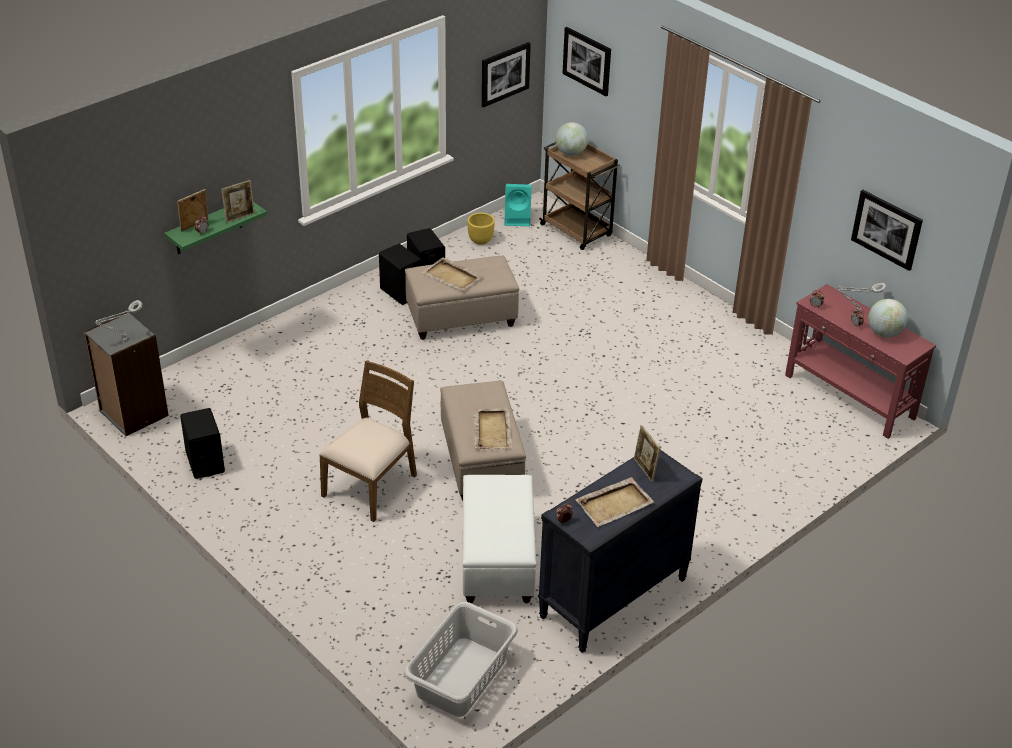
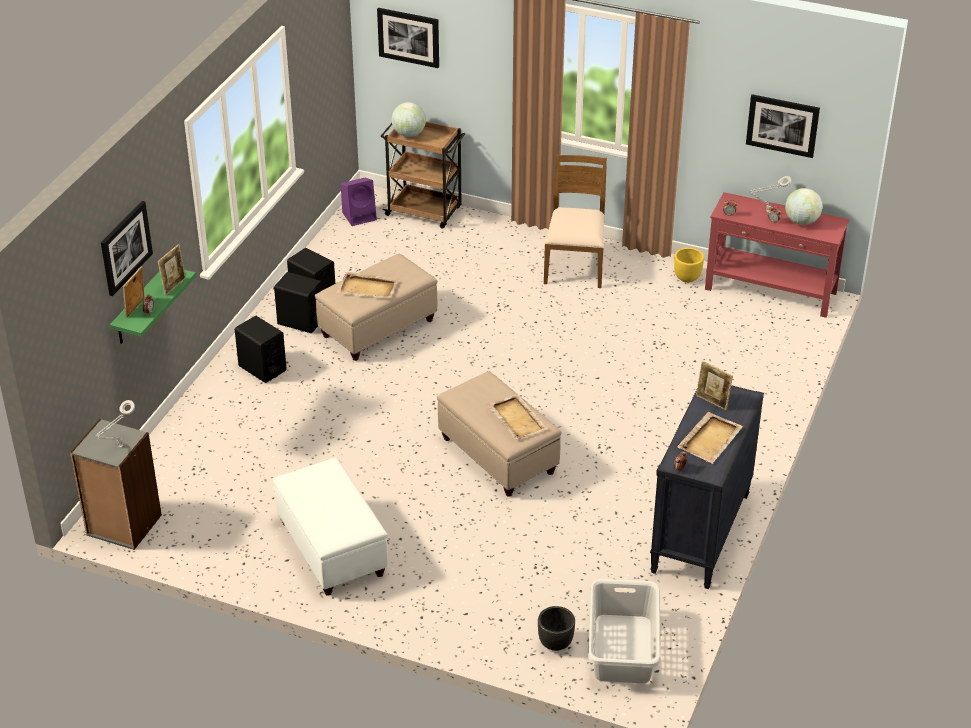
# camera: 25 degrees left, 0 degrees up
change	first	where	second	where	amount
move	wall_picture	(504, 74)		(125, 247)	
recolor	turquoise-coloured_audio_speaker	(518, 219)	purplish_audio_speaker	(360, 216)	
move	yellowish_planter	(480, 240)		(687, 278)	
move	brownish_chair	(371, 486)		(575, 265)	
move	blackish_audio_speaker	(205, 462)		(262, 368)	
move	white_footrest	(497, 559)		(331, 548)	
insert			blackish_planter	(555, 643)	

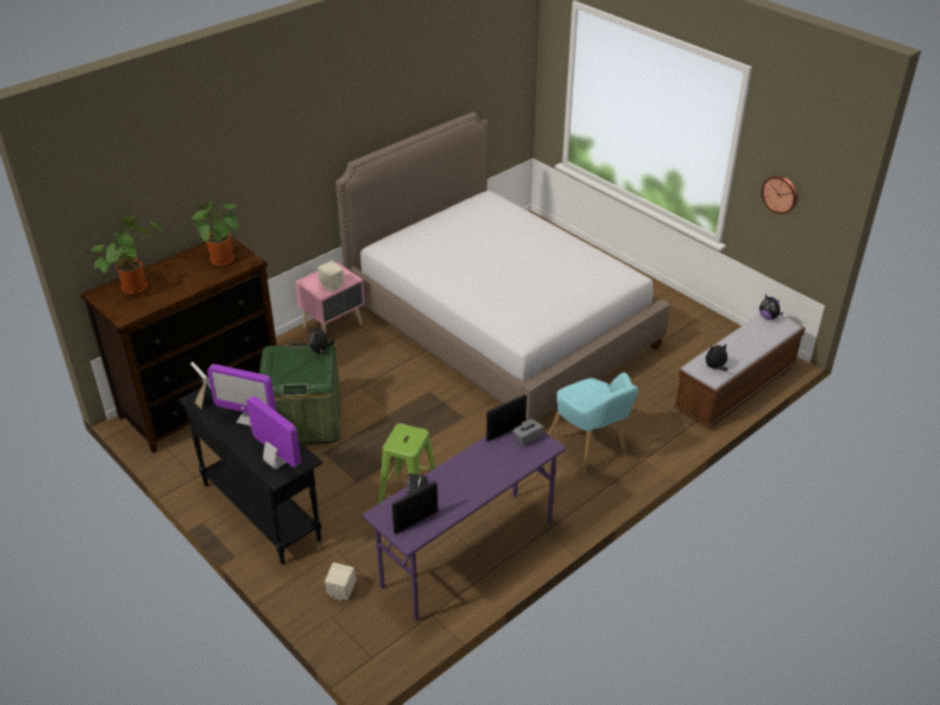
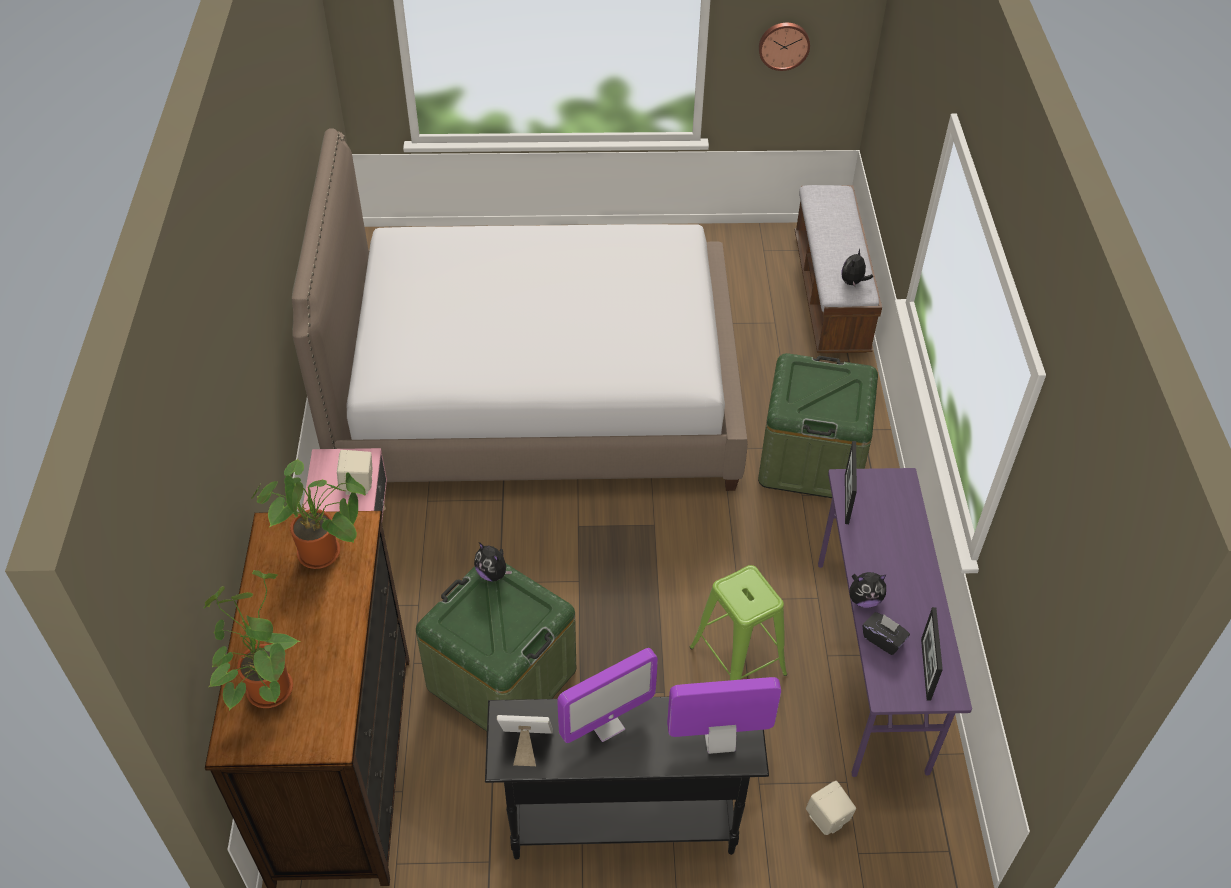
# camera: 50 degrees left, 10 degrees up
change	first	where	second	where	amount
move	soft_toy	(768, 317)		(864, 599)	
replace	turquoise-coloured_easy_chair	(591, 450)	greenish_storage_box	(811, 459)	
delete	grey_tissue_holder	(527, 438)			

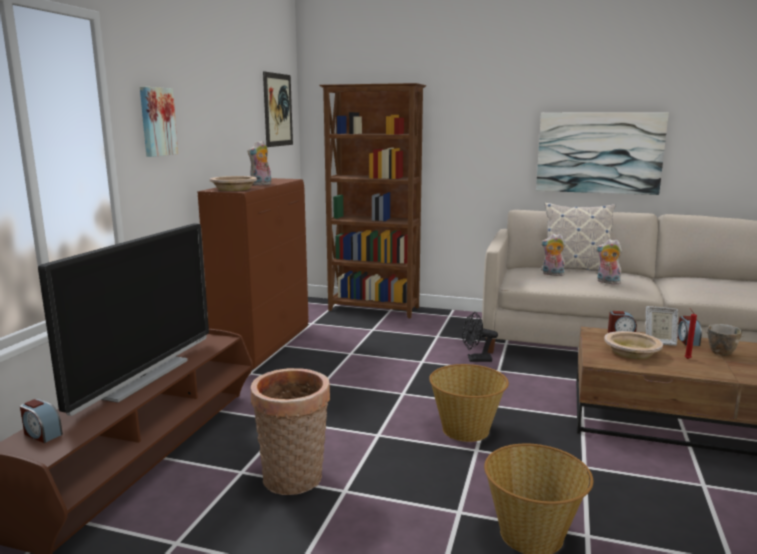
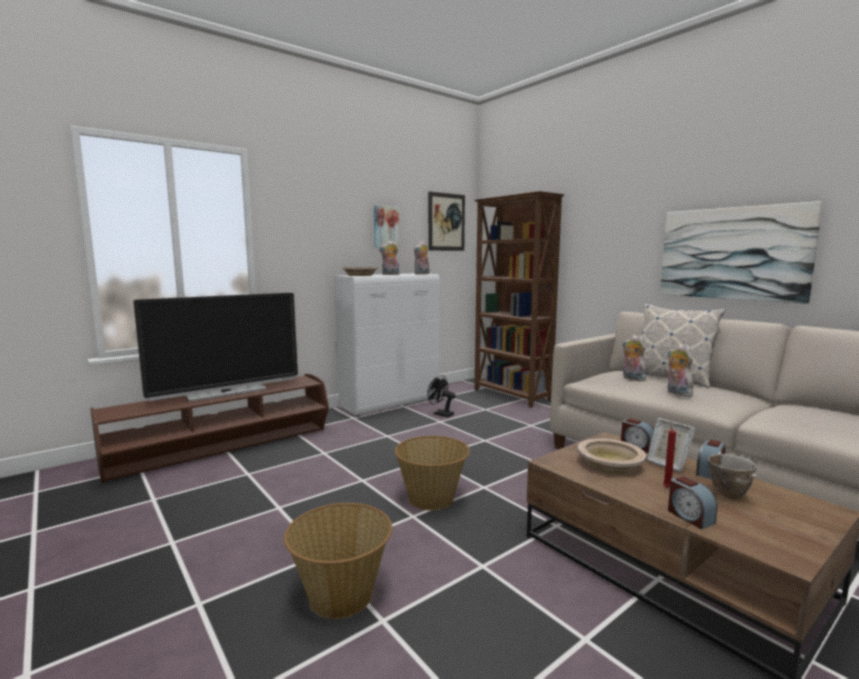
# camera: 35 degrees right, 5 degrees down
change	first	where	second	where	amount
move	wall_picture	(157, 121)		(385, 227)	
recolor	brownish_storage_cabinet	(264, 345)	white_storage_cabinet	(391, 403)	
move	blackish_electric_fan	(475, 359)		(440, 414)	
delete	household_basket	(294, 481)			
move	table_clock	(42, 434)		(689, 516)	
insert			soft_toy	(422, 274)	

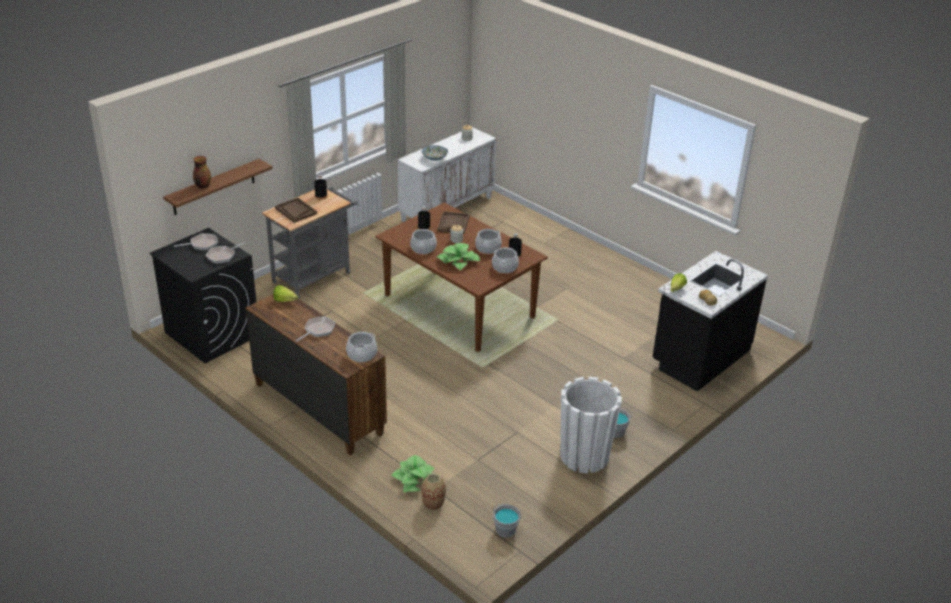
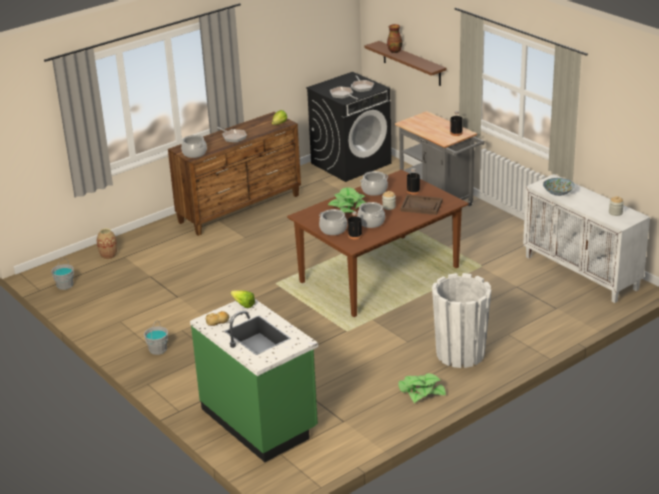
# camera: 100 degrees right, 5 degrees down
change	first	where	second	where	amount
delete	brownish_tray	(296, 211)			
recolor	blackish_kitchen_counter	(700, 357)	greenish_kitchen_counter	(260, 420)	
move	white_planter	(584, 456)		(460, 354)	
move	potted_plant	(414, 479)		(421, 391)	

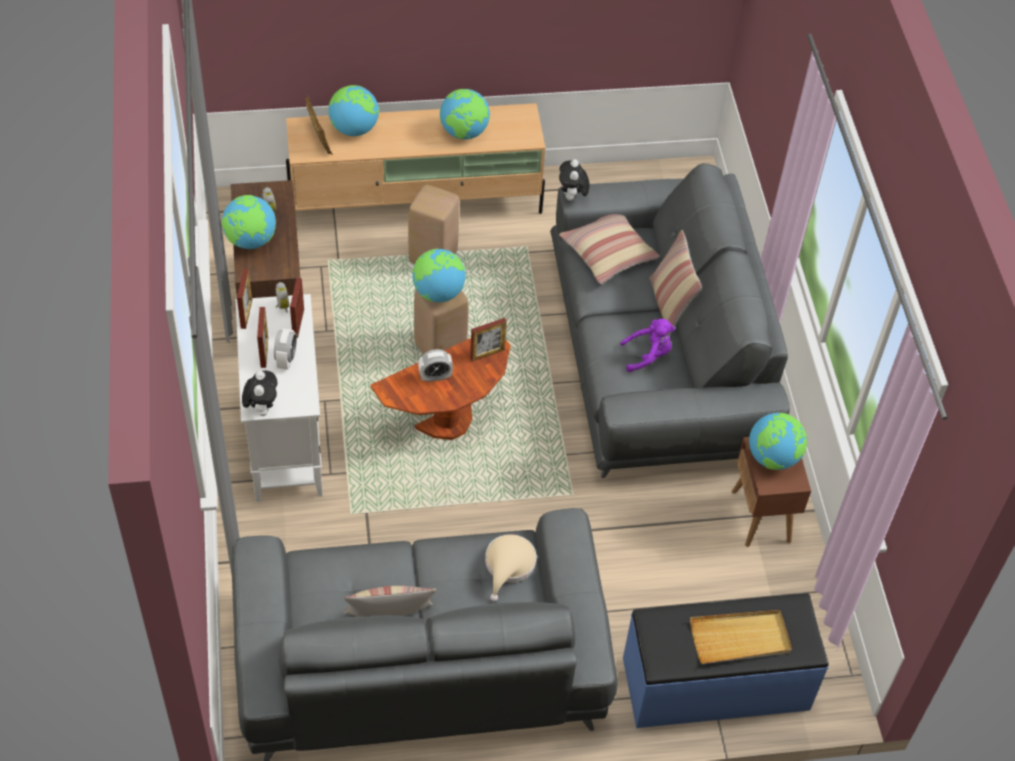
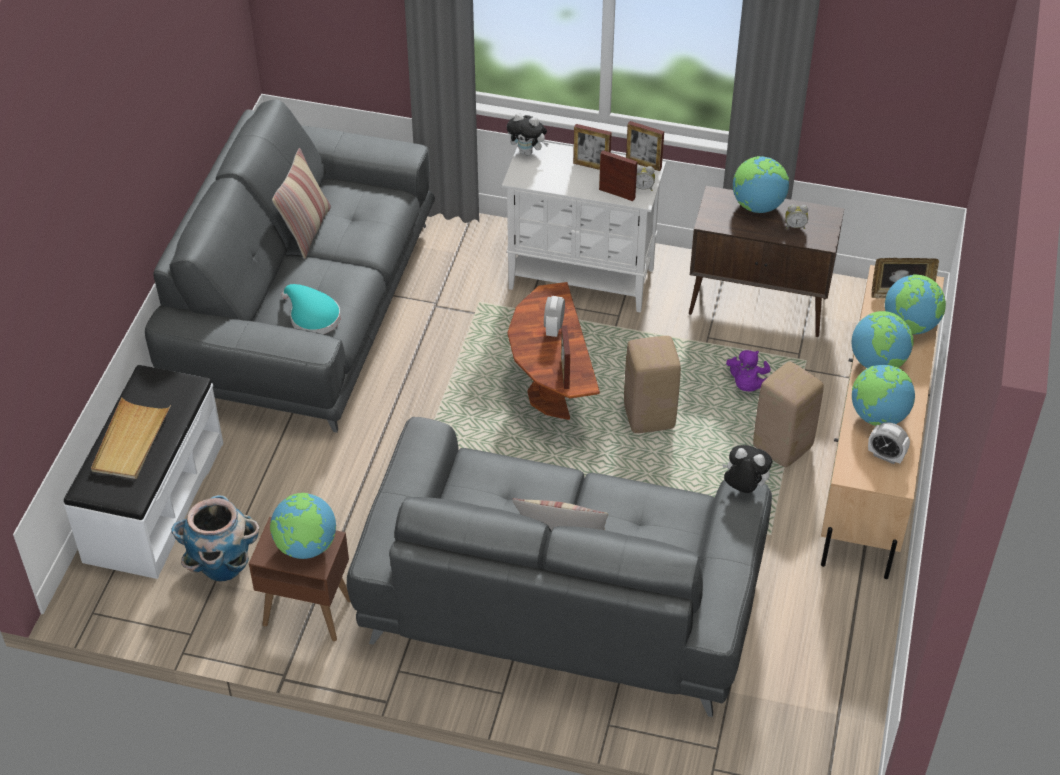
# camera: 115 degrees right, 5 degrees down
change	first	where	second	where	amount
delete	cushion	(608, 253)			
move	world_globe	(438, 293)		(878, 362)	
move	purplish_soft_toy	(648, 355)		(747, 384)	
move	table_clock	(286, 359)		(885, 456)	
recolor	sand-coloured_wearable_hat	(509, 566)	turquoise-coloured_wearable_hat	(312, 317)	
recolor	blue_indoor_bench	(716, 685)	white_indoor_bench	(153, 501)	
insert			planter	(222, 566)	

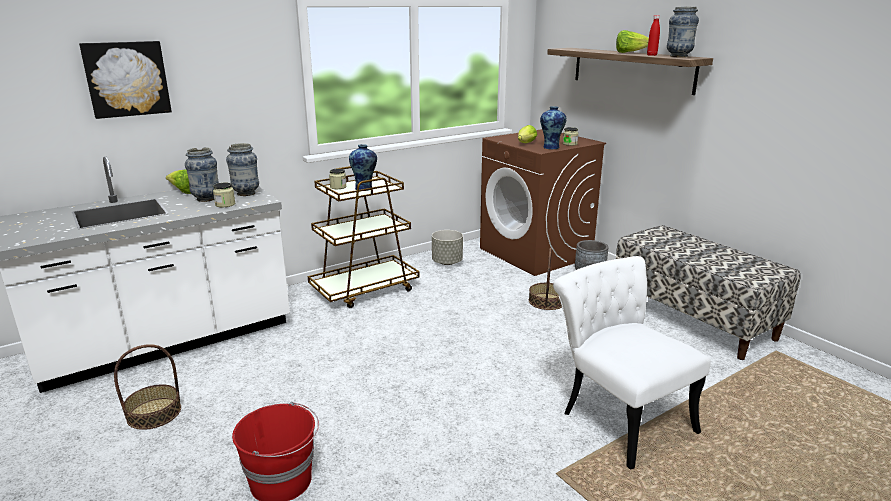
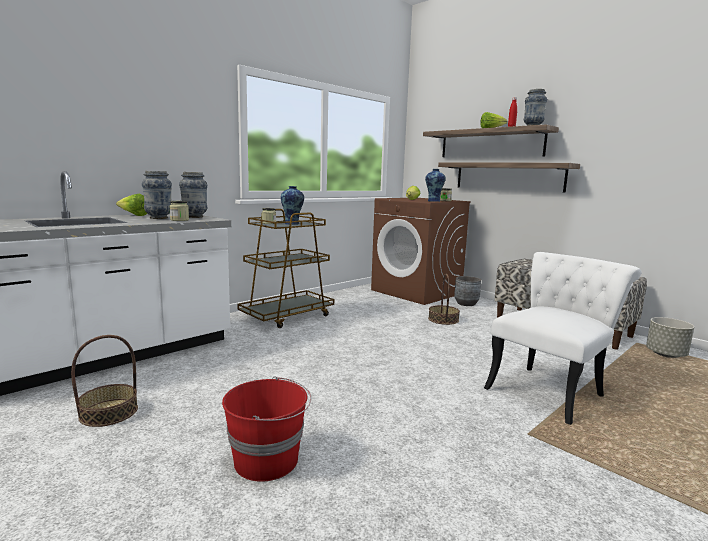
# camera: 10 degrees left, 10 degrees down
change	first	where	second	where	amount
delete	wall_picture	(127, 79)			
move	grey_planter	(447, 262)		(665, 354)	
rotate	white_chair	(618, 416)		(550, 389)	90 degrees clockwise
insert			shelf	(508, 176)	

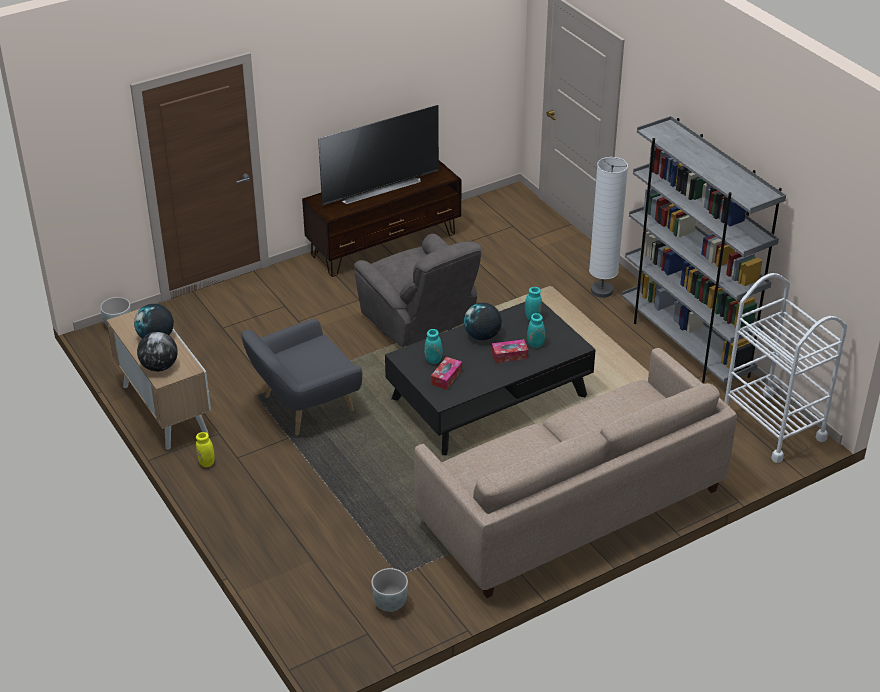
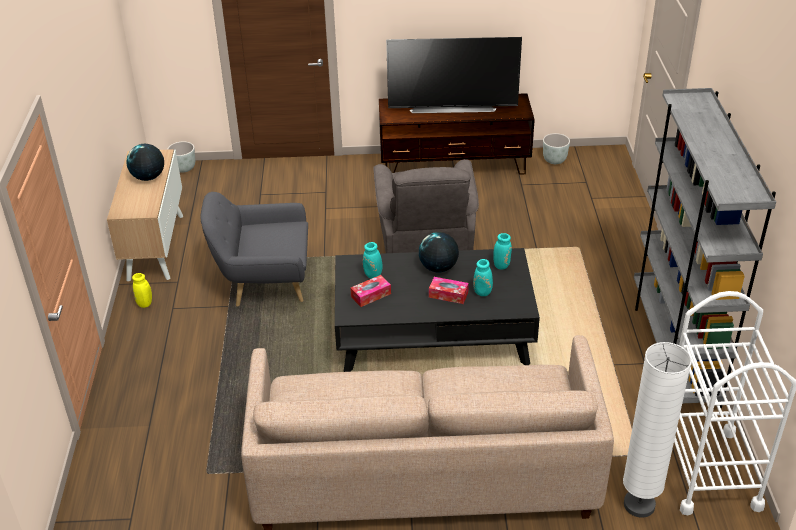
# camera: 30 degrees right, 0 degrees up
change	first	where	second	where	amount
move	white_standard_lamp	(602, 291)		(639, 505)	
delete	world_globe	(159, 367)			
move	grey_planter	(389, 603)		(554, 160)	

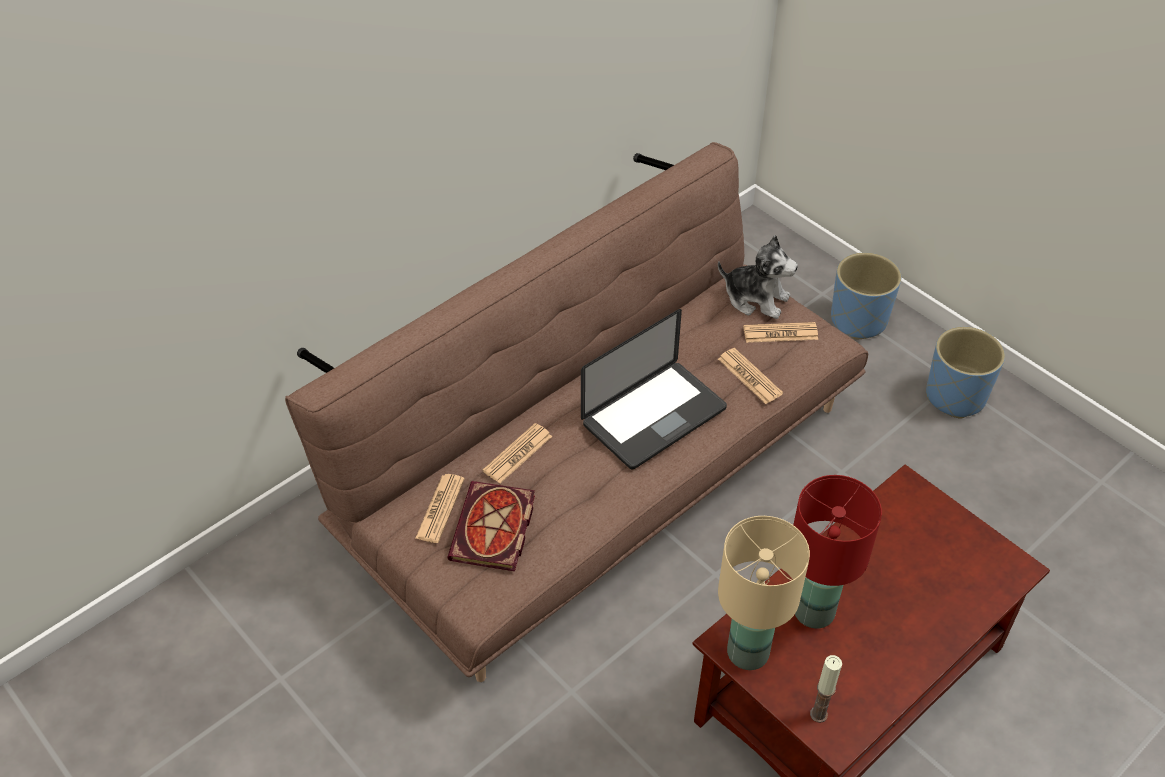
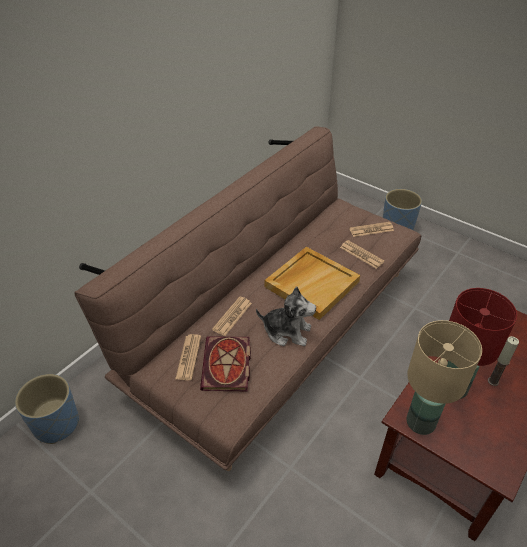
# camera: 10 degrees left, 5 degrees down
change	first	where	second	where	amount
move	soft_toy	(756, 298)		(287, 331)	
replace	notebook_computer	(654, 416)	sand-coloured_tray	(311, 283)	
move	blue_planter	(955, 396)		(56, 423)	
move	wax_candle	(818, 714)		(493, 381)	

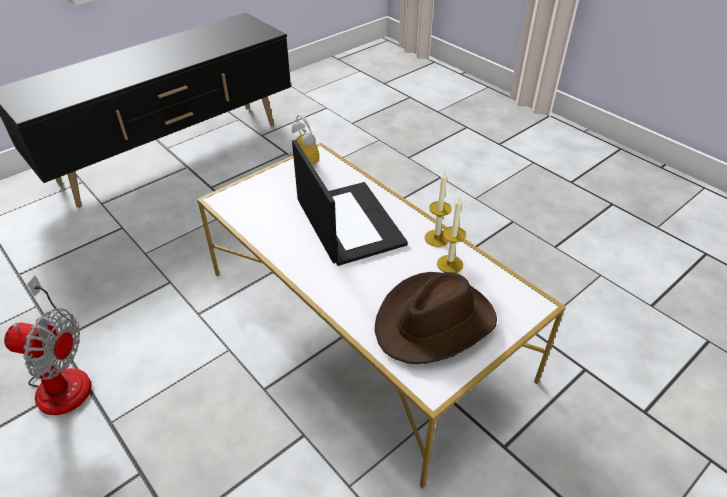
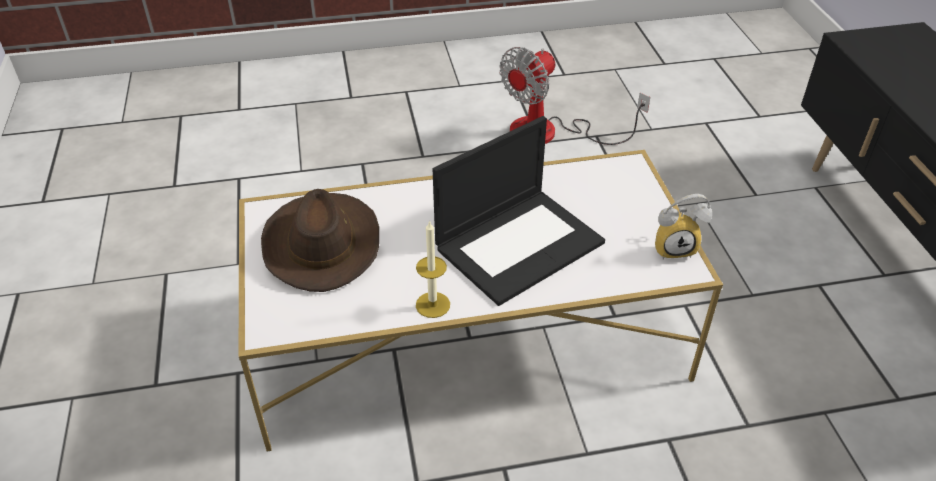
# camera: 120 degrees right, 0 degrees up
change	first	where	second	where	amount
rotate	notebook_computer	(348, 222)		(519, 244)	45 degrees counterclockwise
delete	wax_candle	(449, 264)			

